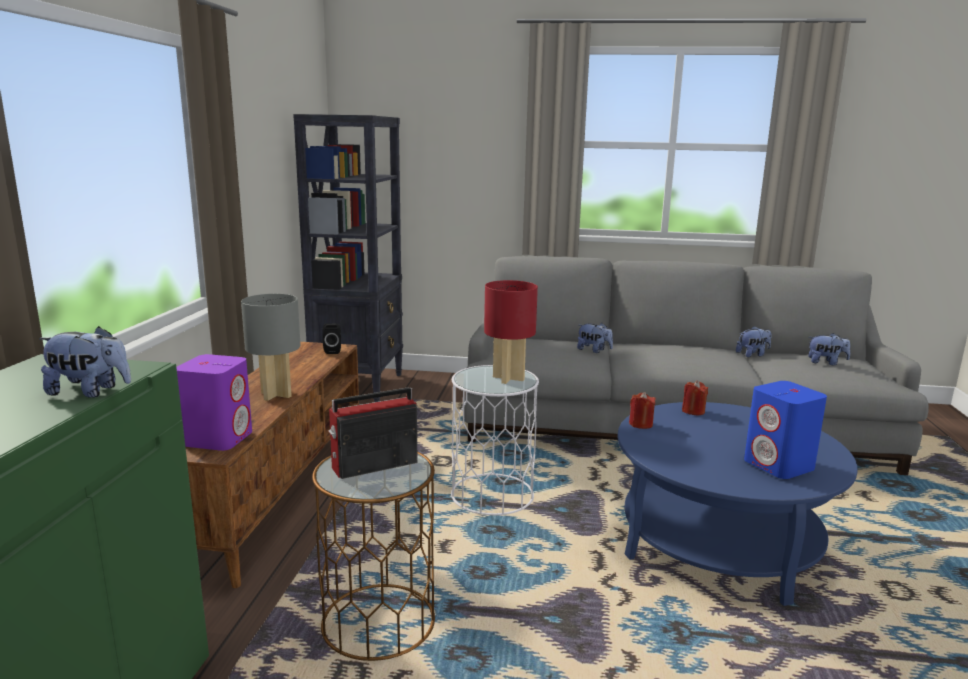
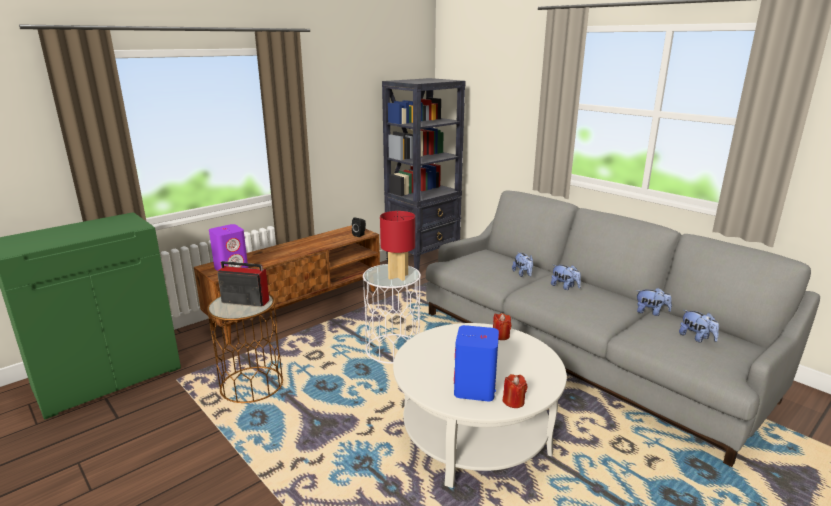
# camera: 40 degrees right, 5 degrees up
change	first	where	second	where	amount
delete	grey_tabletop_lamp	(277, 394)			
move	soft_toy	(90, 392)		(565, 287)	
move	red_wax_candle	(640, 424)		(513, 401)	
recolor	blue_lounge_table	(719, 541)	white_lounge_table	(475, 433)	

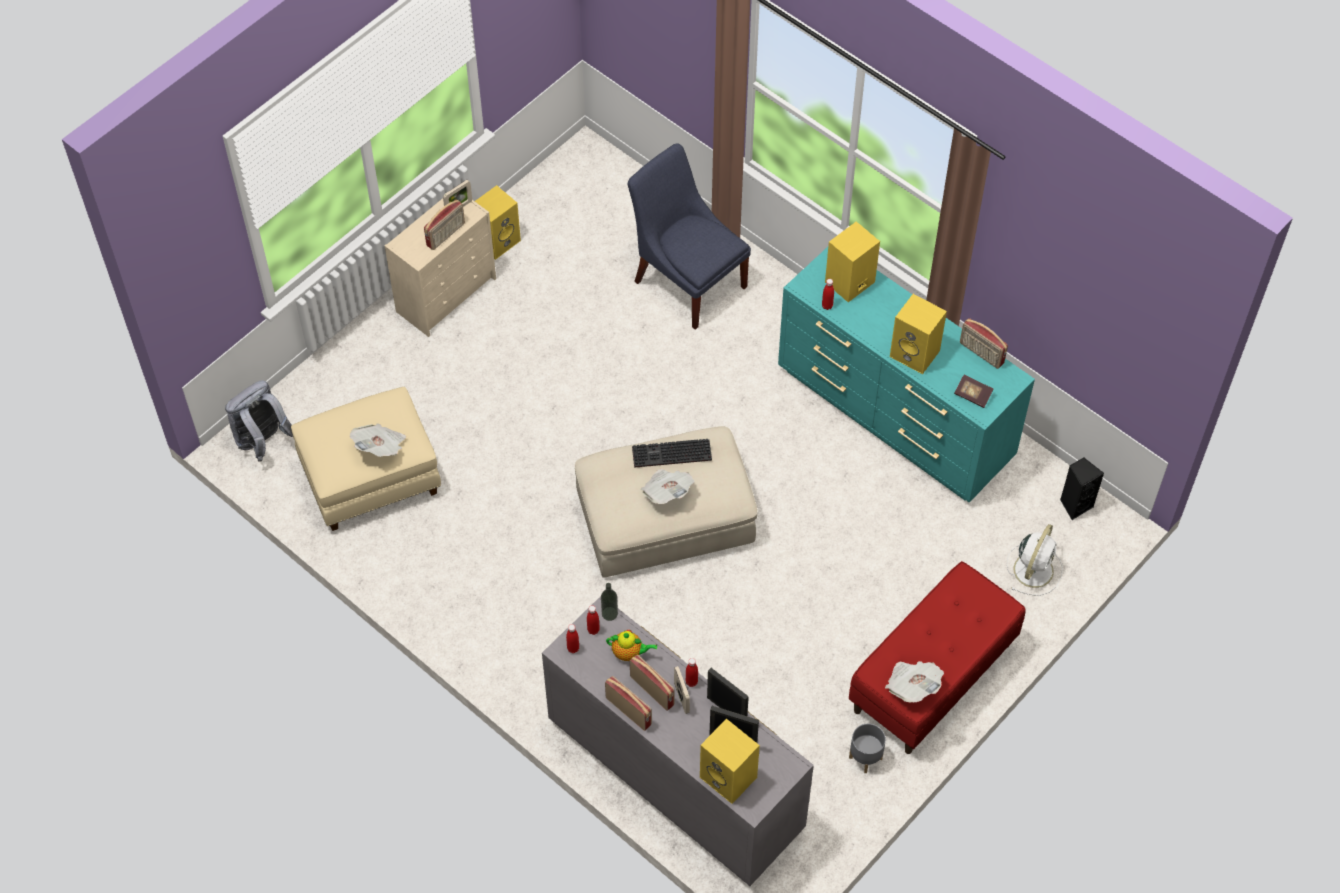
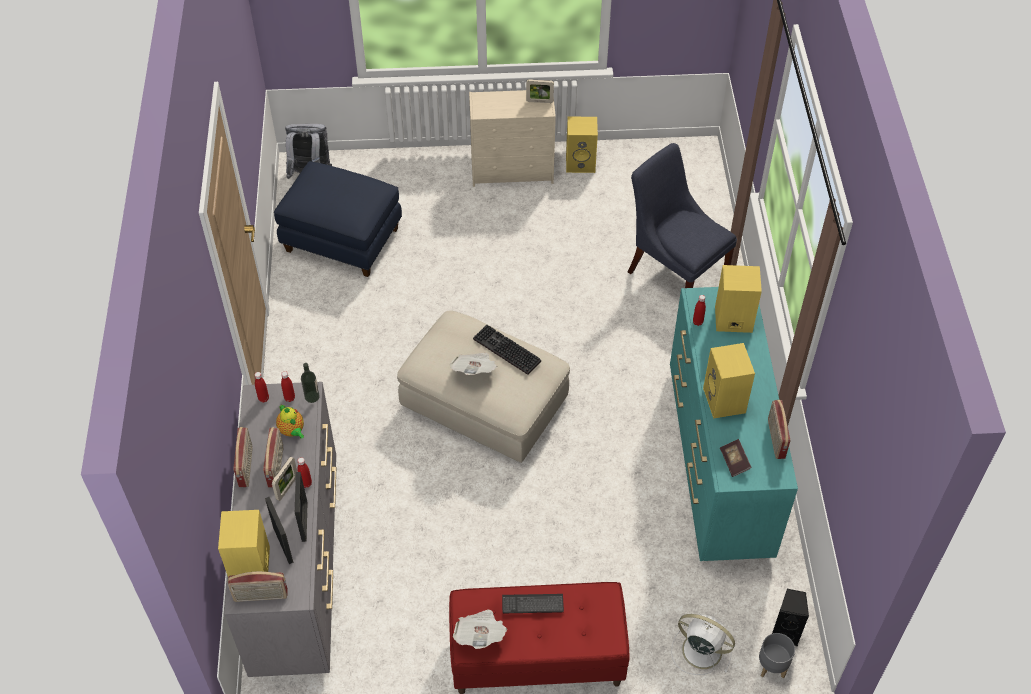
# camera: 45 degrees right, 5 degrees down
change	first	where	second	where	amount
rotate	blue_chair	(687, 280)		(674, 271)	45 degrees counterclockwise
move	radio	(446, 235)		(260, 596)	
recolor	sand-coloured_footrest	(371, 478)	blue_footrest	(343, 239)	
delete	printed_paper	(380, 447)			
rotate	white_electric_fan	(1034, 569)		(700, 649)	135 degrees counterclockwise
move	grey_planter	(865, 758)		(771, 666)	
insert			computer_keyboard	(532, 604)	

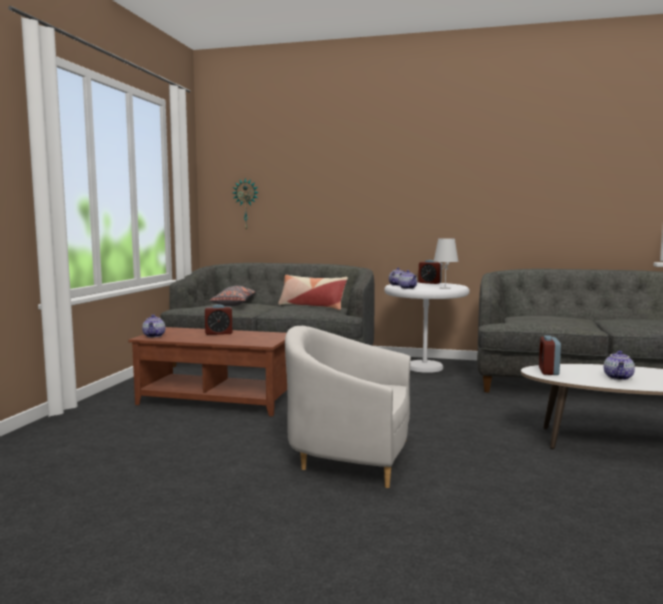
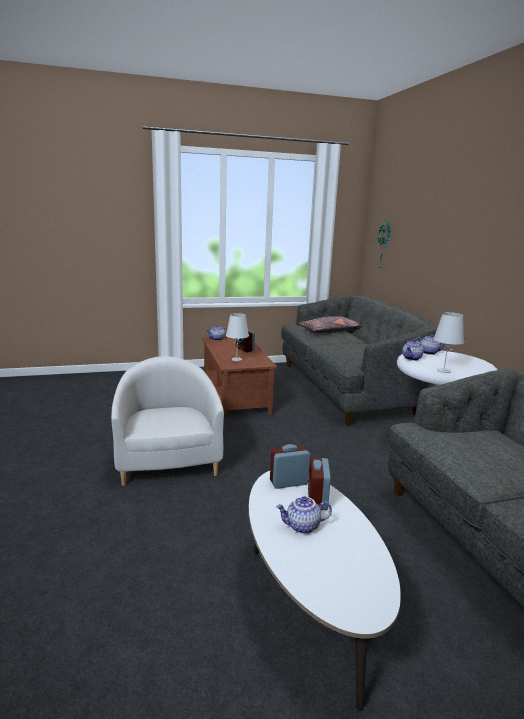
# camera: 60 degrees right, 10 degrees up
change	first	where	second	where	amount
move	table_clock	(429, 283)		(317, 499)	
delete	cushion	(311, 306)			
insert			white_tabletop_lamp	(236, 359)	

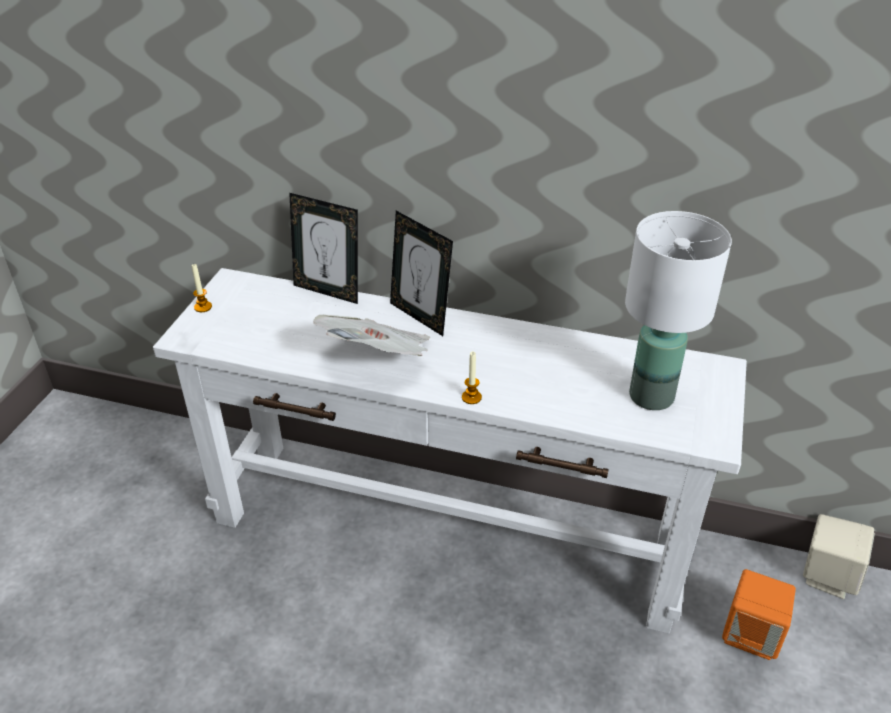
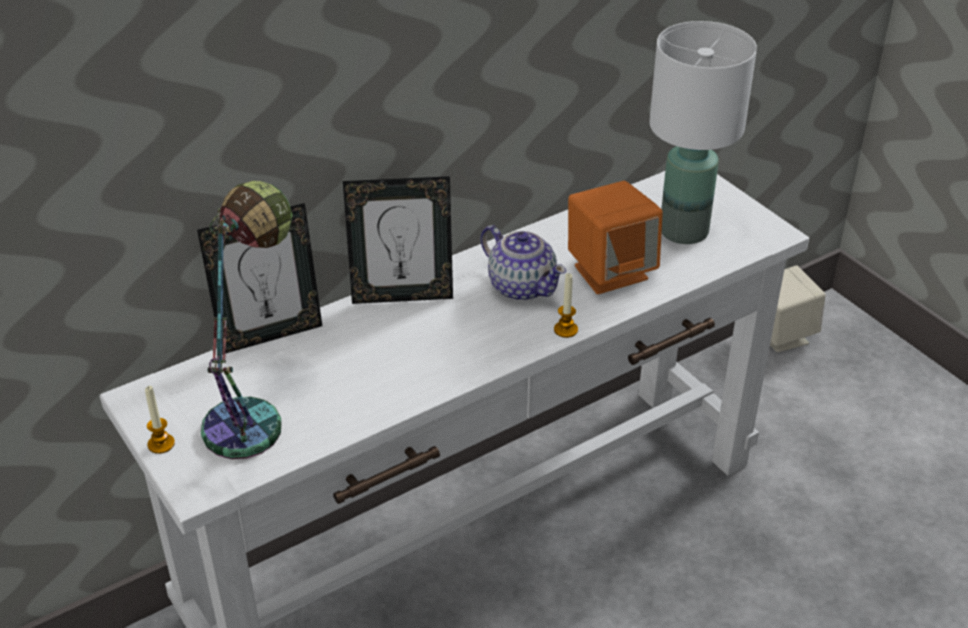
# camera: 50 degrees left, 0 degrees up
change	first	where	second	where	amount
delete	printed_paper	(379, 358)			
move	orange-coloured_audio_speaker	(751, 635)		(610, 272)	
insert			tabletop_lamp	(256, 415)	
insert			pot_for_tea	(521, 286)	

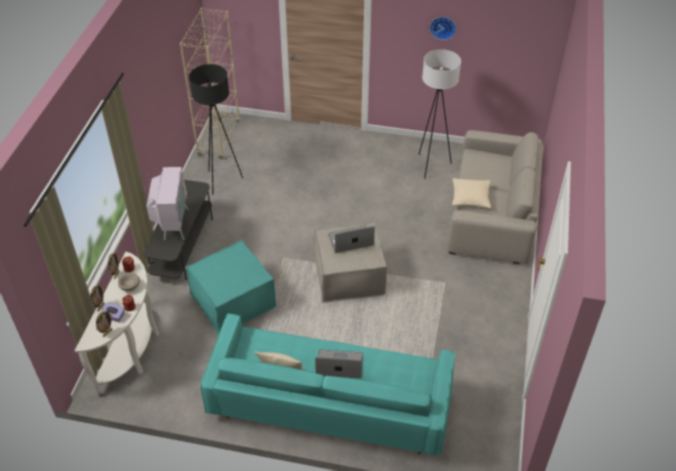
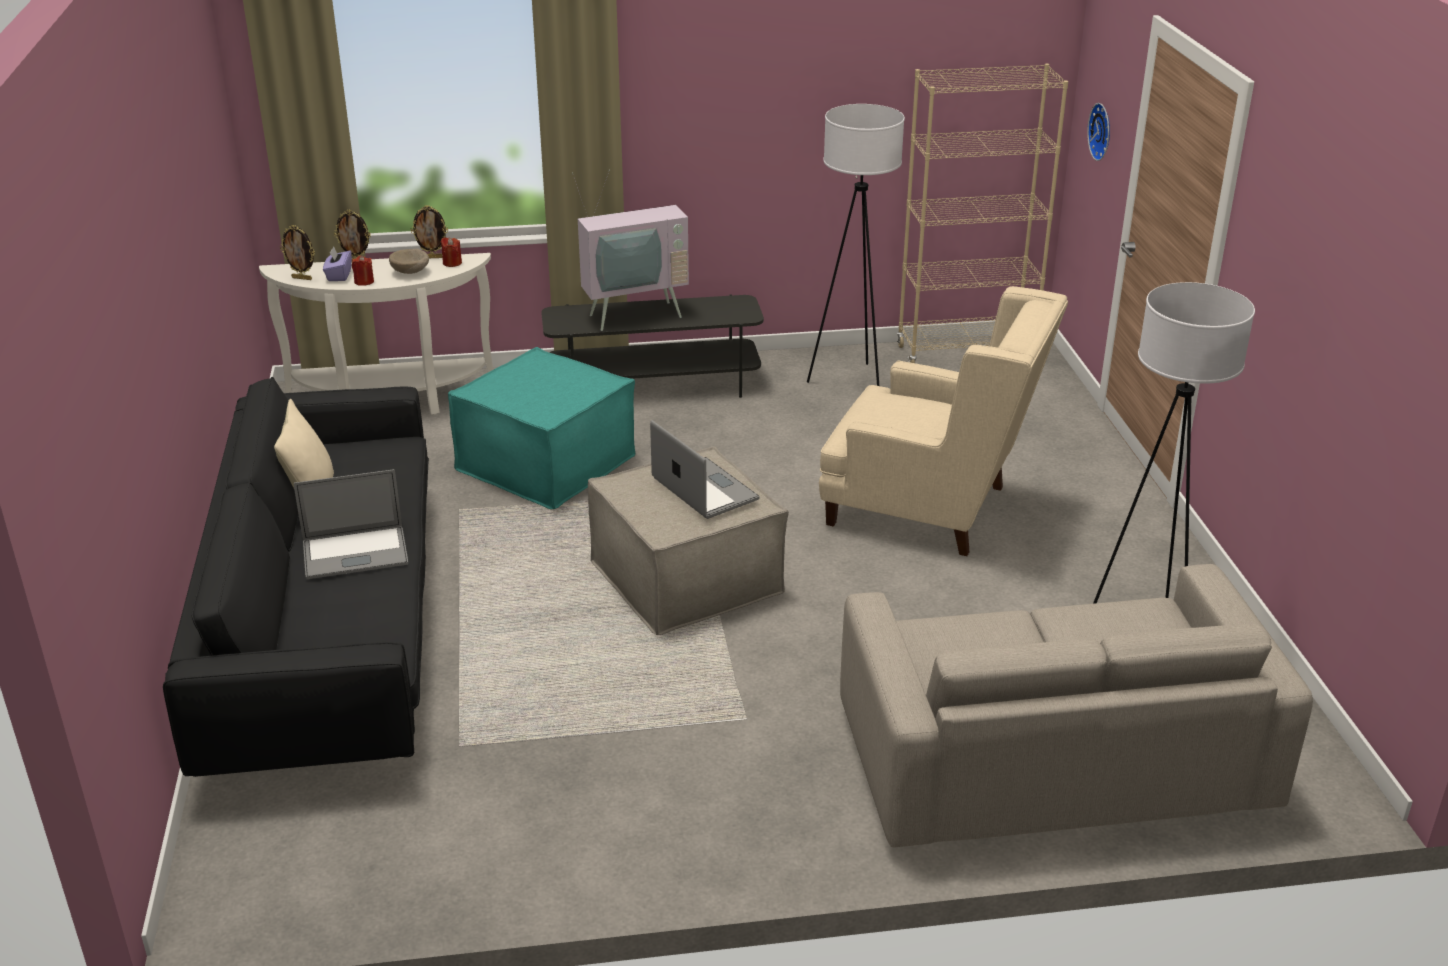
# camera: 70 degrees right, 15 degrees down
change	first	where	second	where	amount
move	wall_clock	(443, 27)		(1103, 131)	
recolor	blackish_standard_lamp	(222, 181)	white_standard_lamp	(851, 382)	
delete	sand-coloured_cushion	(470, 198)			
recolor	turquoise-coloured_couch	(330, 402)	blackish_couch	(329, 625)	
rotate	notebook_computer	(339, 365)		(355, 553)	90 degrees clockwise
insert			sand-coloured_easy_chair	(933, 509)	

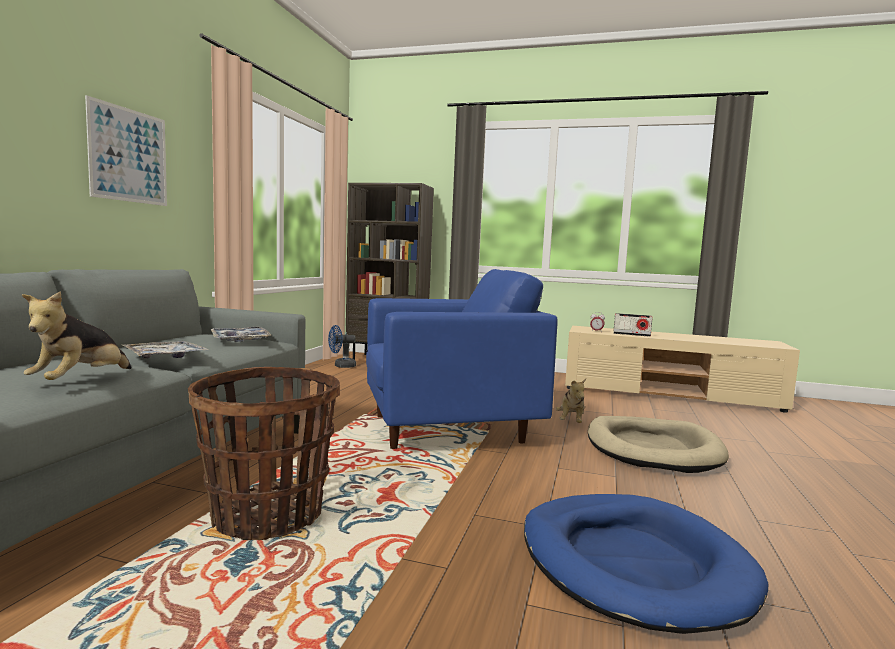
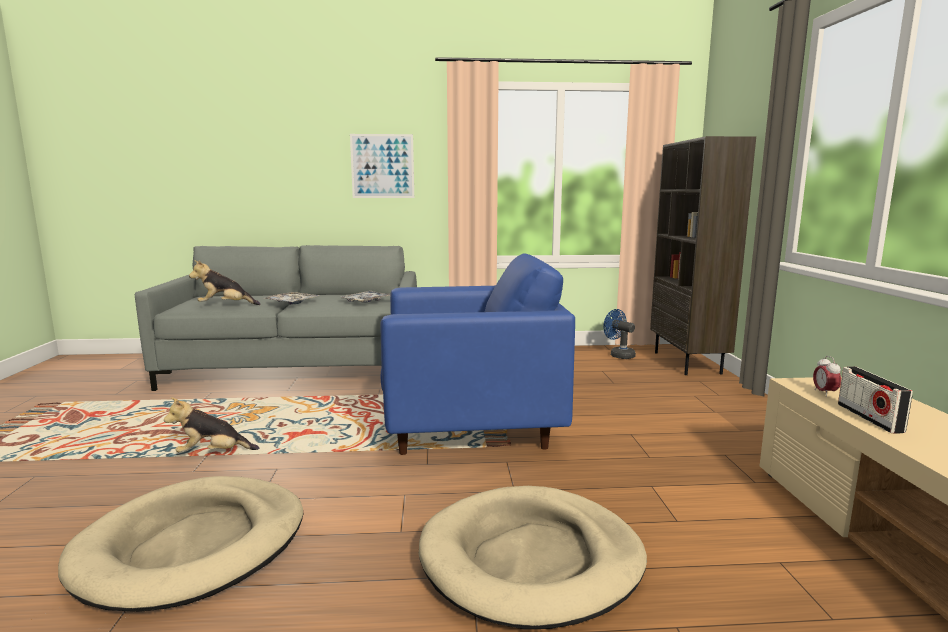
# camera: 70 degrees right, 5 degrees up
change	first	where	second	where	amount
rotate	blue_easy_chair	(448, 429)		(471, 429)	60 degrees counterclockwise
delete	household_basket	(267, 515)			
move	soft_toy	(571, 422)		(213, 453)	
recolor	blue_pet_bed	(632, 564)	sand-coloured_pet_bed	(194, 546)	

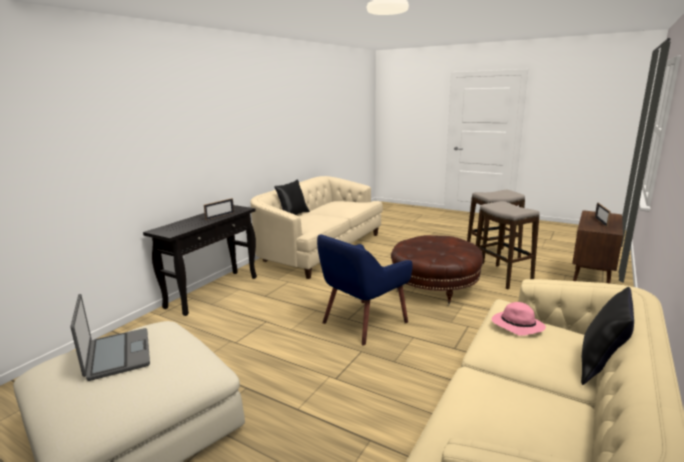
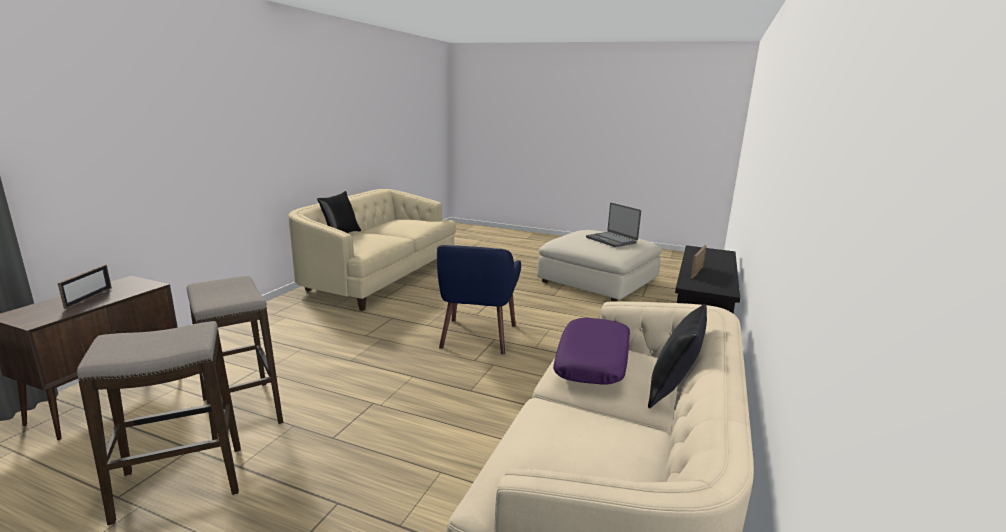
# camera: 170 degrees right, 0 degrees up
change	first	where	second	where	amount
rotate	blue_easy_chair	(363, 322)		(477, 336)	150 degrees clockwise
delete	brownish_footrest	(434, 287)			
delete	pink_wearable_hat	(516, 326)			
insert			purplish_cushion	(593, 361)	

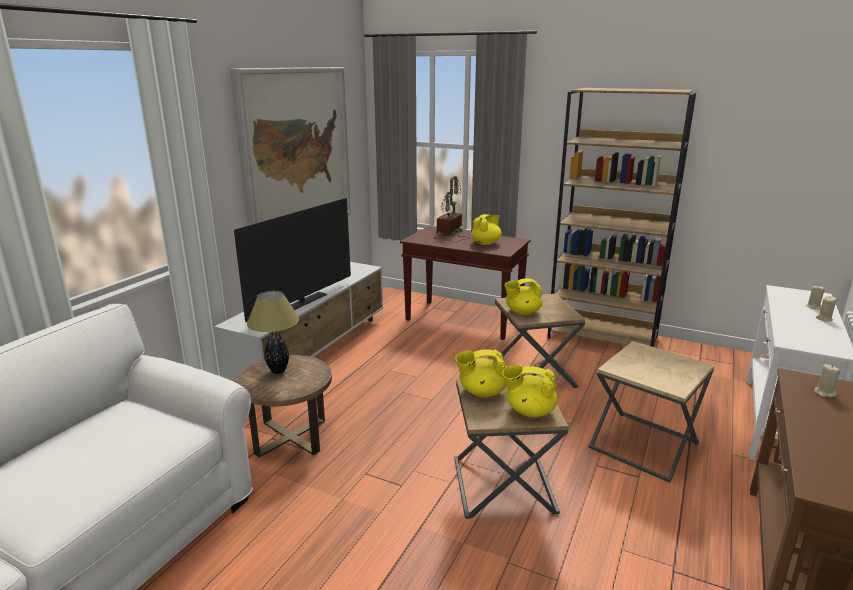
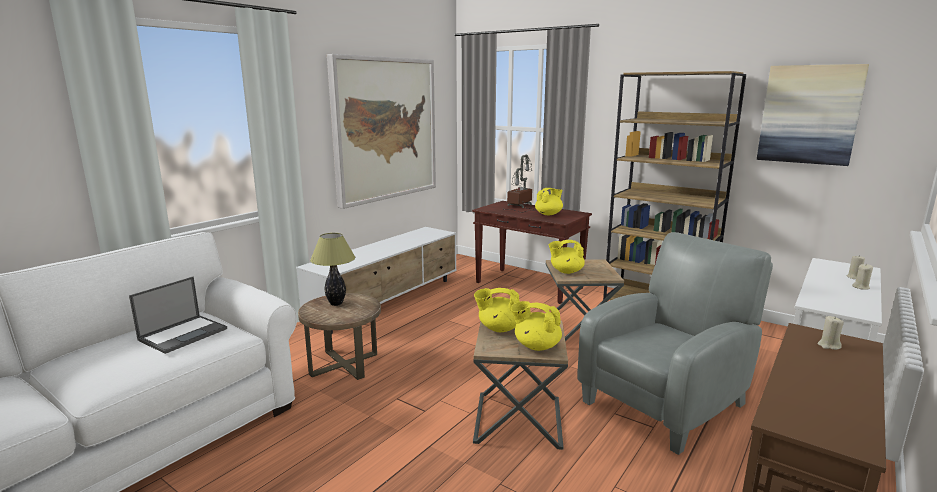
# camera: 10 degrees right, 5 degrees down
change	first	where	second	where	amount
delete	TV	(302, 303)			
replace	sand-coloured_end_table	(643, 445)	grey_easy_chair	(667, 401)	
insert			wall_picture	(809, 114)	
insert			notebook_computer	(184, 334)	

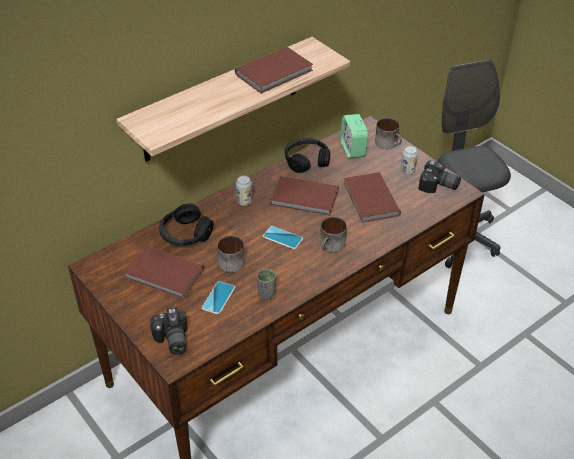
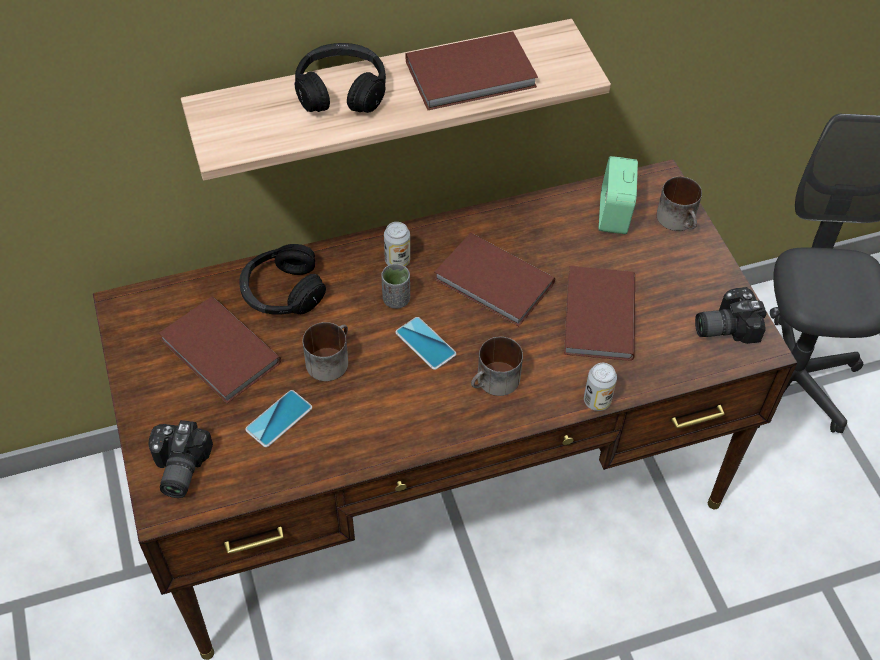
# camera: 20 degrees right, 10 degrees up
change	first	where	second	where	amount
move	blackish_pair_of_headphones	(306, 161)		(341, 91)	
move	metal_can	(407, 171)		(597, 401)	
rotate	still_camera	(438, 186)		(724, 325)	120 degrees clockwise
move	grey_drinking_cup	(266, 293)		(396, 299)	

